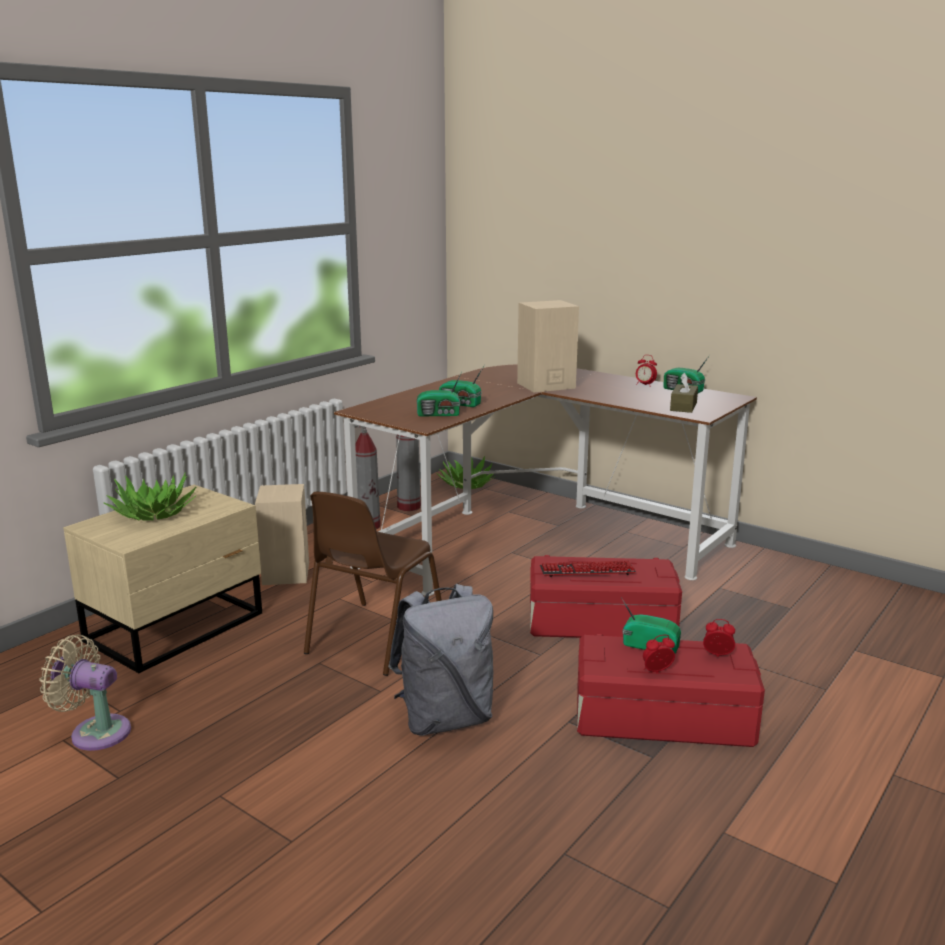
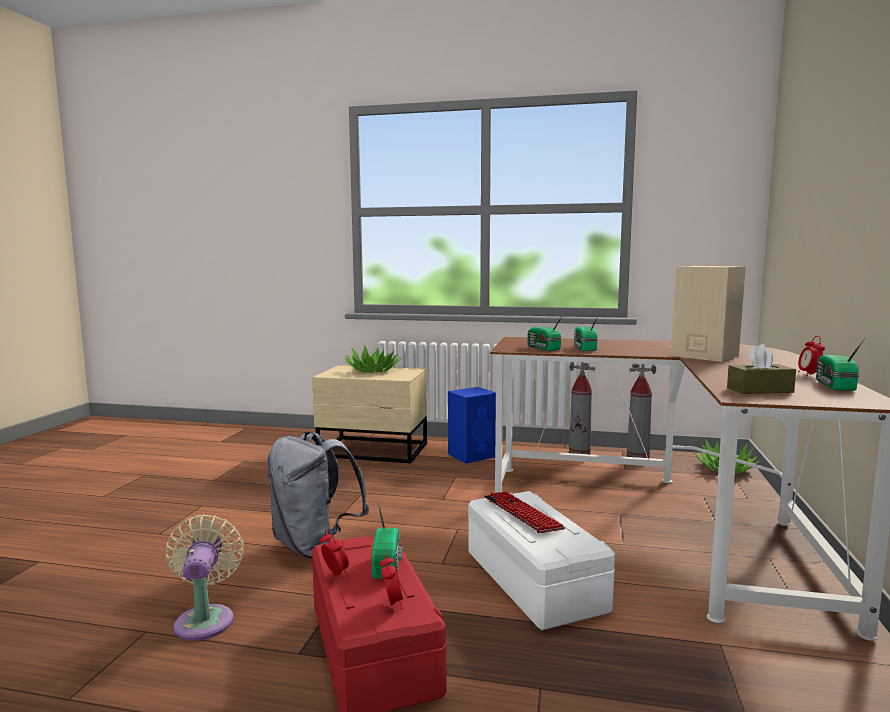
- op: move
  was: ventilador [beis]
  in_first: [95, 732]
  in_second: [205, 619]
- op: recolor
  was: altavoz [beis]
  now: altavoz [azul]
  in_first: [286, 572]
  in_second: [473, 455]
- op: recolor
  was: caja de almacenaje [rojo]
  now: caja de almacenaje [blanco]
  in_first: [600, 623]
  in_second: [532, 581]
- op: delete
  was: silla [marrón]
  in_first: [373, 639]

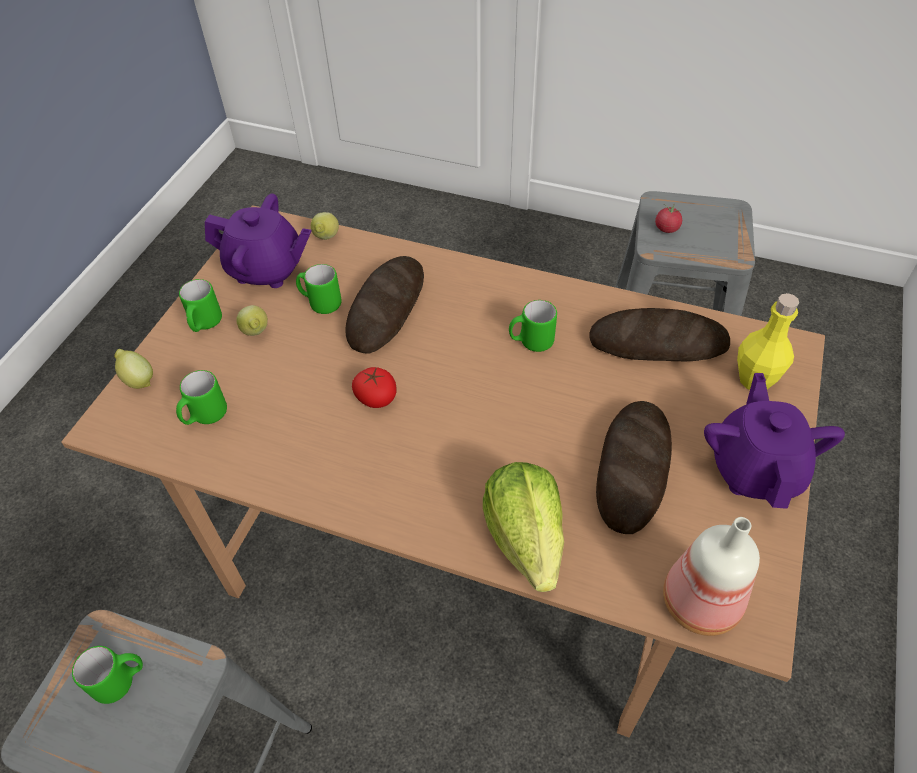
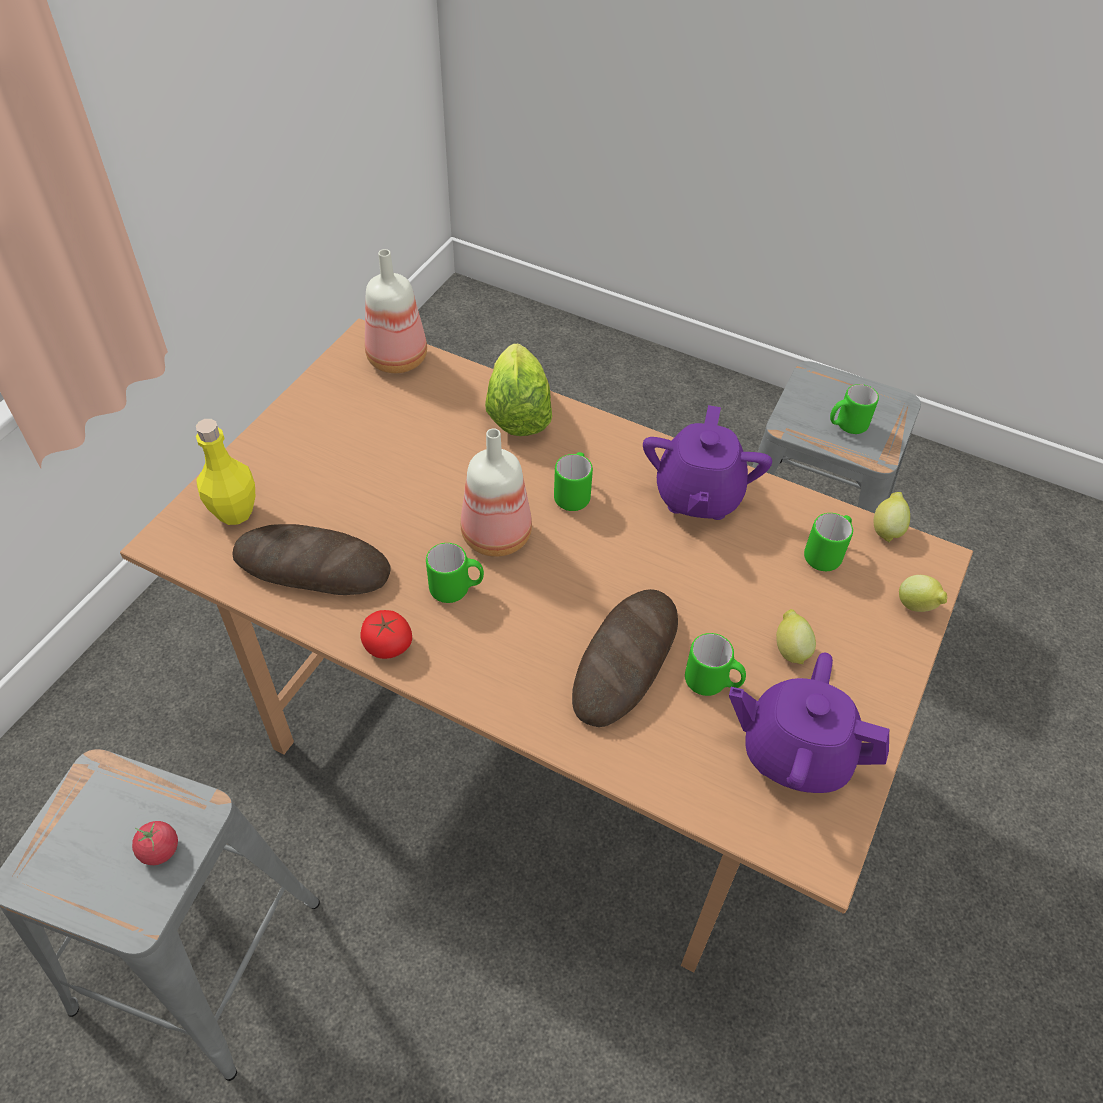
- op: move
  was: tomate
  in_first: [376, 397]
  in_second: [387, 645]
- op: insert
  now: botella
  in_second: [495, 534]
- op: move
  was: taza grande [verde]
  in_first: [204, 324]
  in_second: [573, 494]
- op: move
  was: tetera [morado]
  in_first: [755, 469]
  in_second: [698, 496]
- op: move
  was: limón
  in_first: [326, 238]
  in_second: [886, 529]
- op: delete
  was: pan
  in_first: [632, 469]

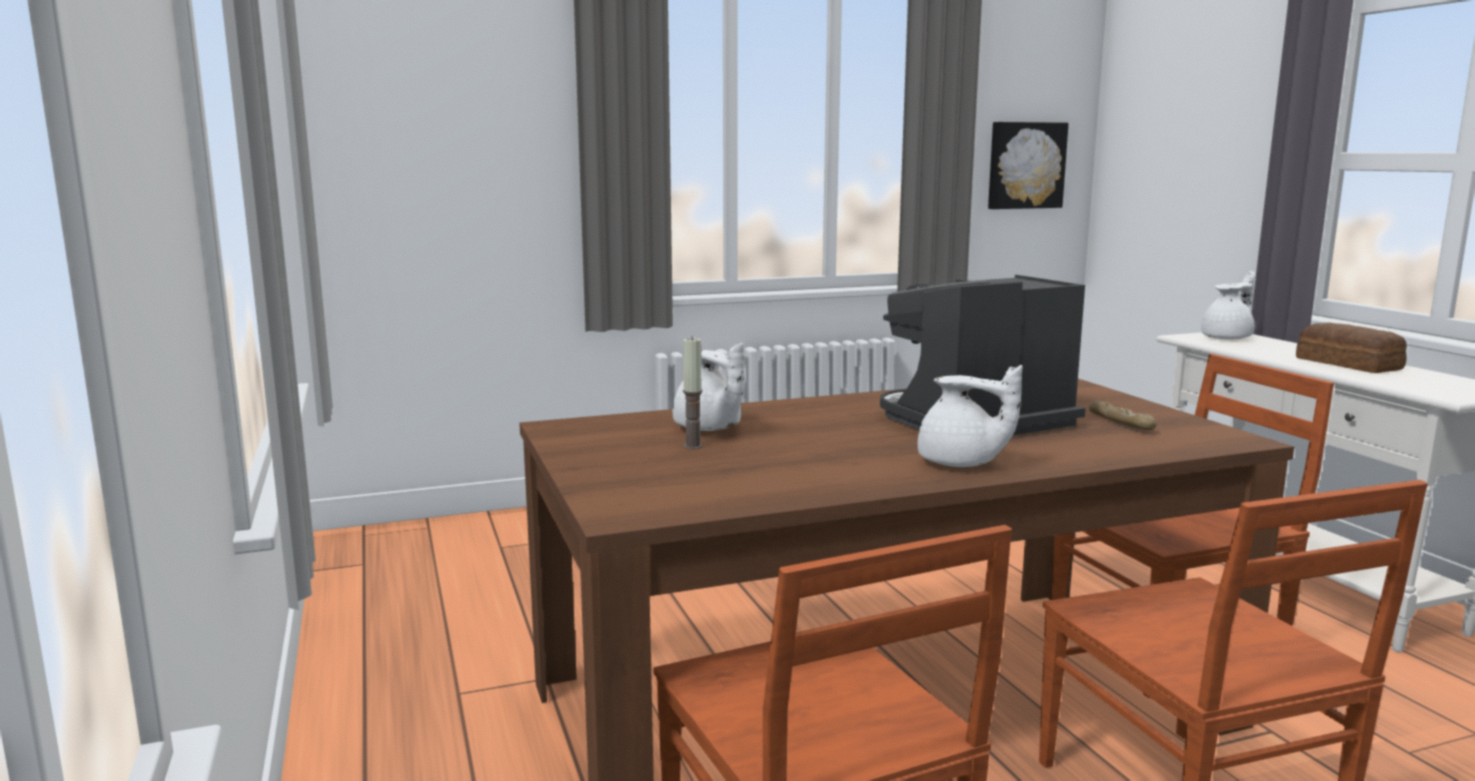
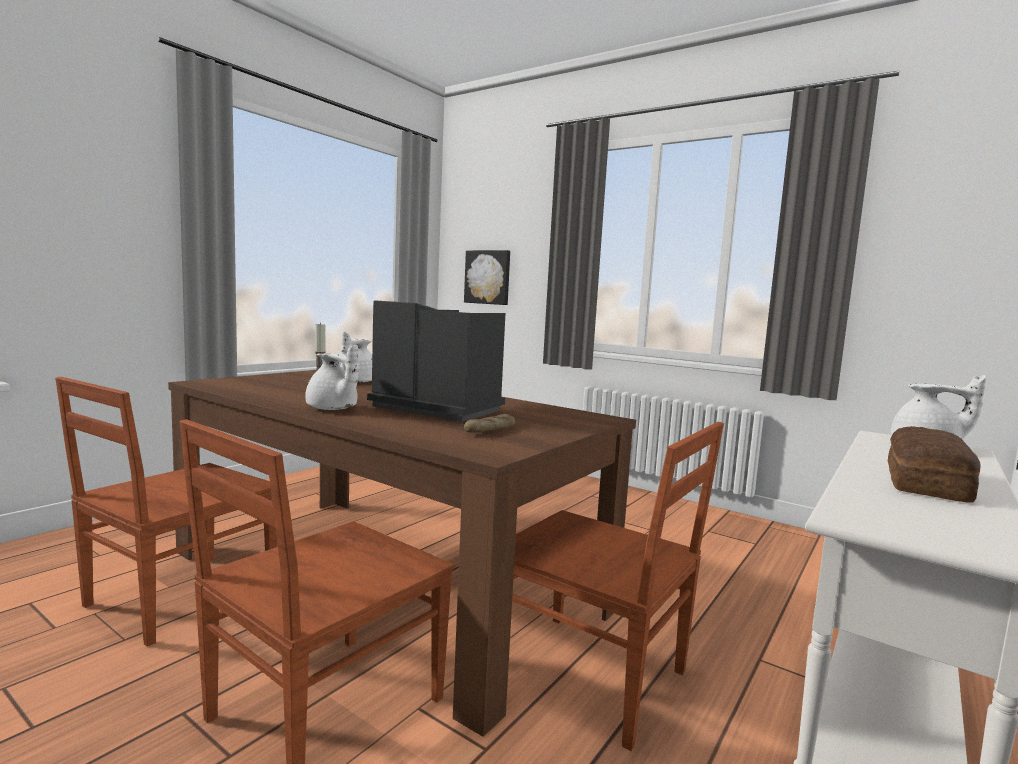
- op: rotate
  was: tetera [blanco]
  in_first: [960, 463]
  in_second: [333, 409]
  clockwise: -45
- op: move
  was: cuadro
  in_first: [1025, 165]
  in_second: [488, 277]

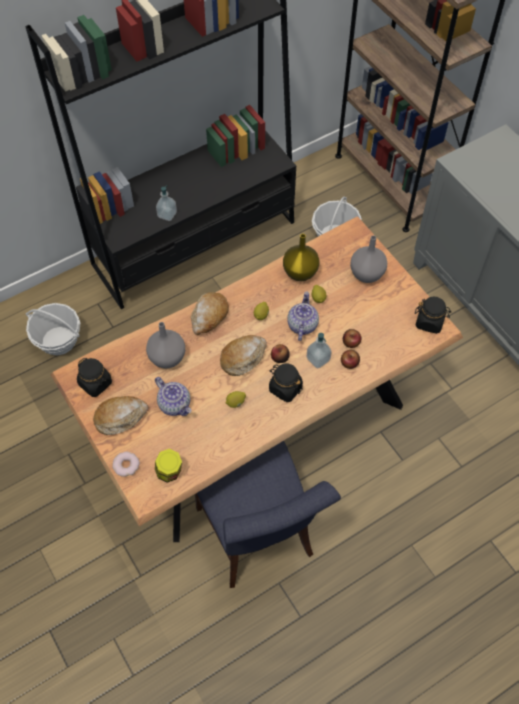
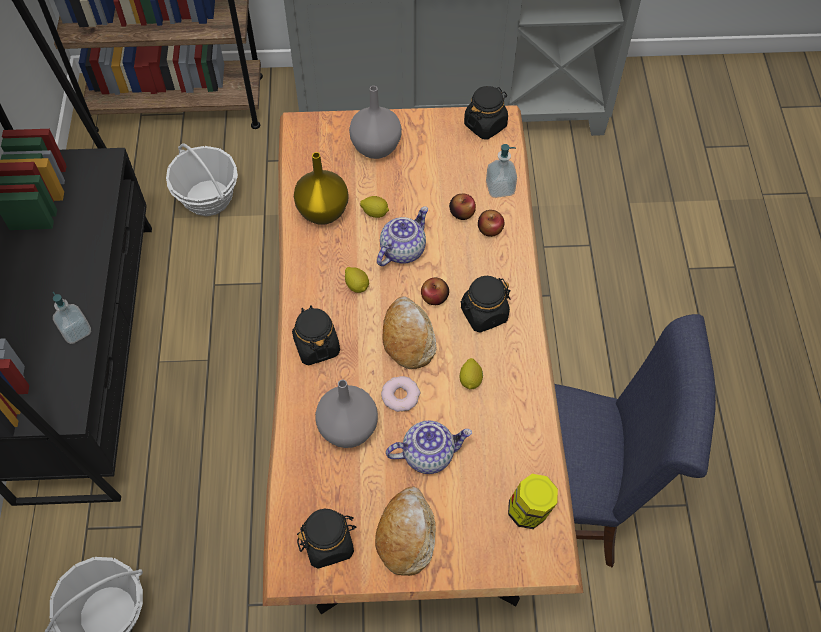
- op: replace
  was: pan
  now: tarro [negro]
  in_first: [209, 316]
  in_second: [316, 346]
- op: rotate
  was: tetera
  in_first: [302, 325]
  in_second: [402, 249]
  clockwise: 90
- op: move
  was: rosquilla
  in_first: [126, 465]
  in_second: [400, 396]
- op: move
  was: dispensador de jabón
  in_first: [318, 359]
  in_second: [500, 188]

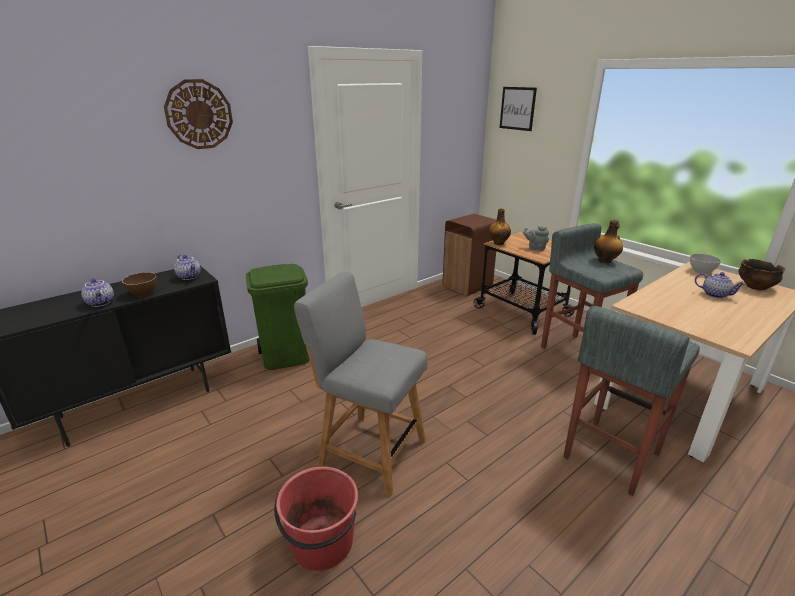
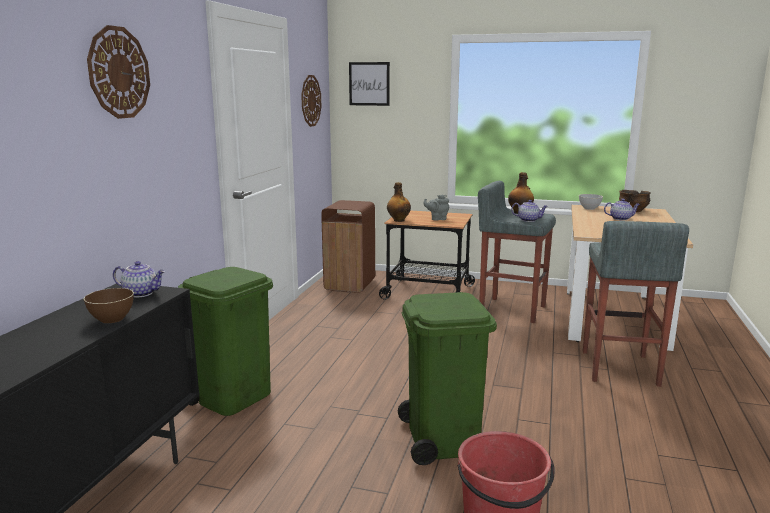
- op: insert
  now: reloj de pared
  in_second: [310, 100]
- op: replace
  was: silla [gris]
  now: papelera [verde]
  in_first: [368, 451]
  in_second: [442, 439]
- op: move
  was: tetera
  in_first: [101, 302]
  in_second: [528, 220]

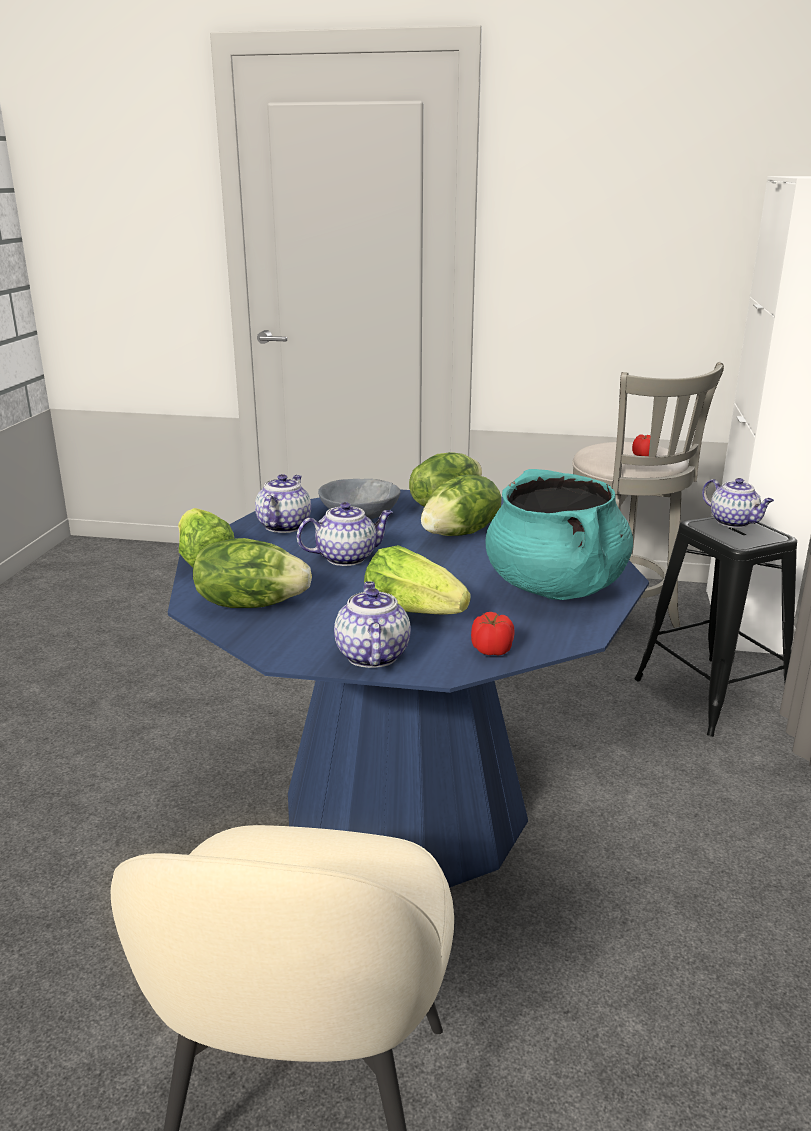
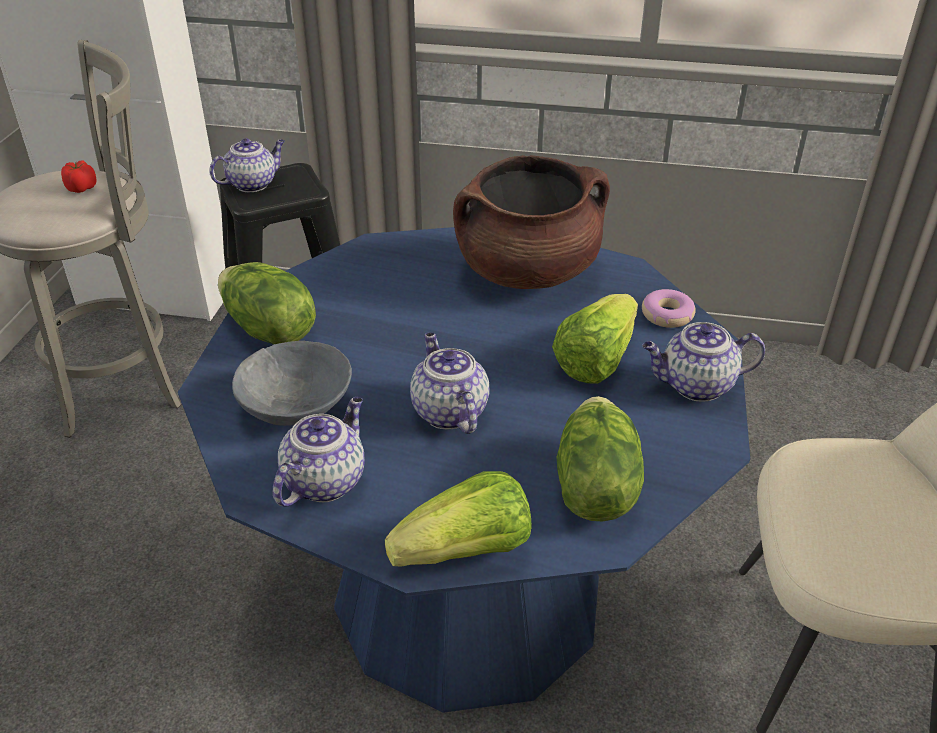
- op: rotate
  was: tetera
  in_first: [284, 526]
  in_second: [325, 480]
  clockwise: 105
- op: recolor
  was: olla [turquesa]
  now: olla [marrón]
  in_first: [555, 588]
  in_second: [527, 271]
- op: replace
  was: tomate
  now: rosquilla
  in_first: [491, 650]
  in_second: [667, 315]
- op: delete
  was: lechuga
  in_first: [461, 533]

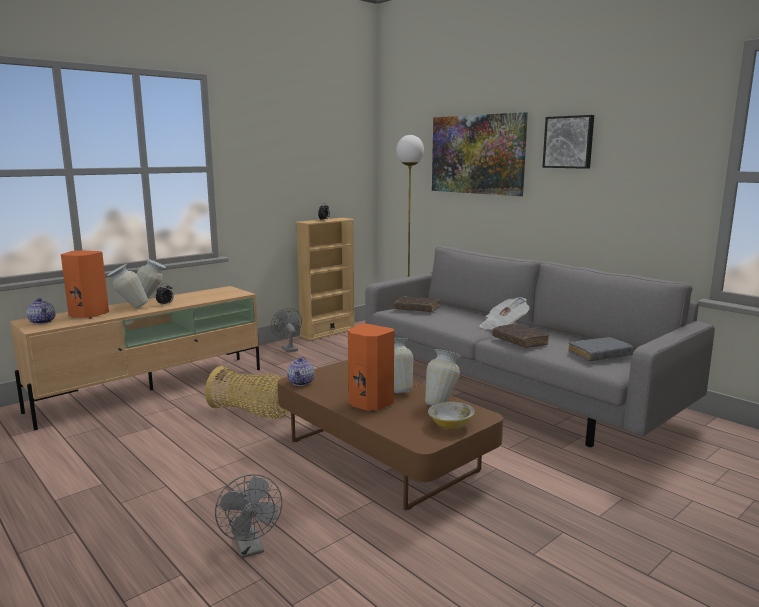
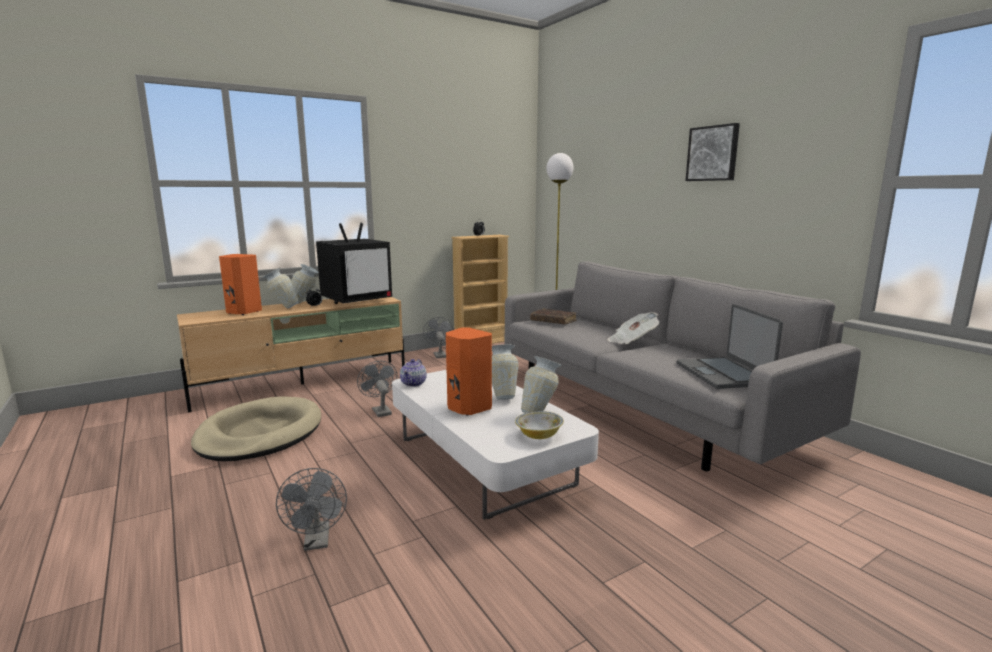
- op: insert
  now: cama para perro [beis]
  in_second: [260, 434]
- op: insert
  now: televisor
  in_second: [357, 300]
- op: replace
  was: cesta
  now: ventilador [gris]
  in_first: [252, 413]
  in_second: [380, 411]
- op: recolor
  was: mesa de centro [marrón]
  now: mesa de centro [blanco]
  in_first: [382, 455]
  in_second: [484, 461]
- op: replace
  was: libro [gris]
  now: portátil
  in_first: [599, 355]
  in_second: [723, 374]
- op: delete
  was: tetera
  in_first: [42, 321]
- op: delete
  was: cuadro
  in_first: [477, 154]
- op: delete
  was: libro [marrón]
  in_first: [519, 341]

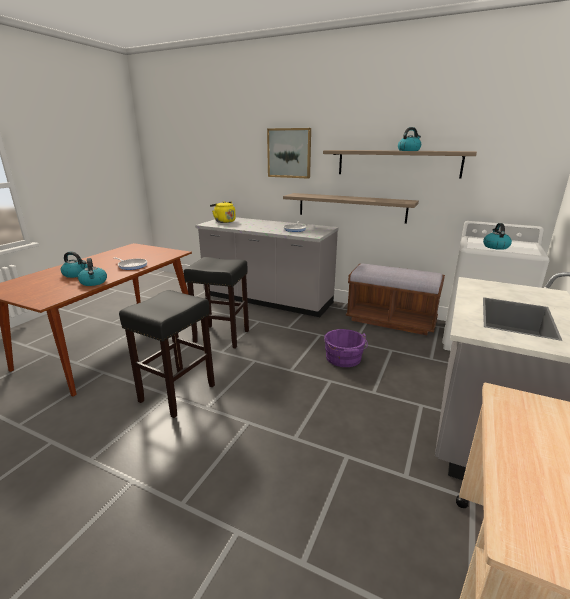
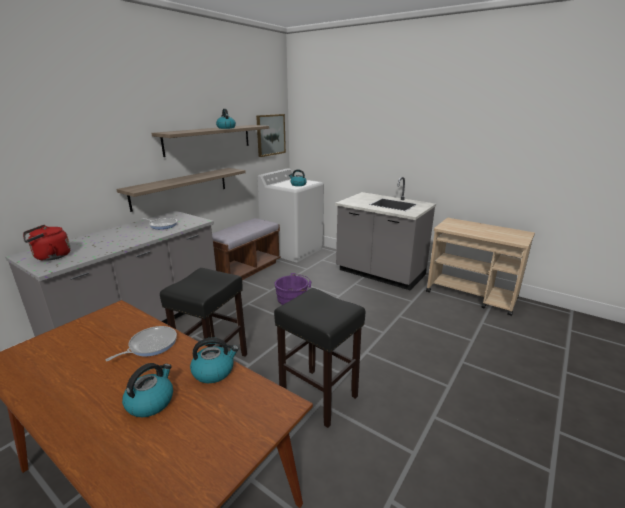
- op: recolor
  was: hervidor [amarillo]
  now: hervidor [rojo]
  in_first: [224, 221]
  in_second: [50, 257]
- op: move
  was: cuadro
  in_first: [289, 153]
  in_second: [270, 135]

